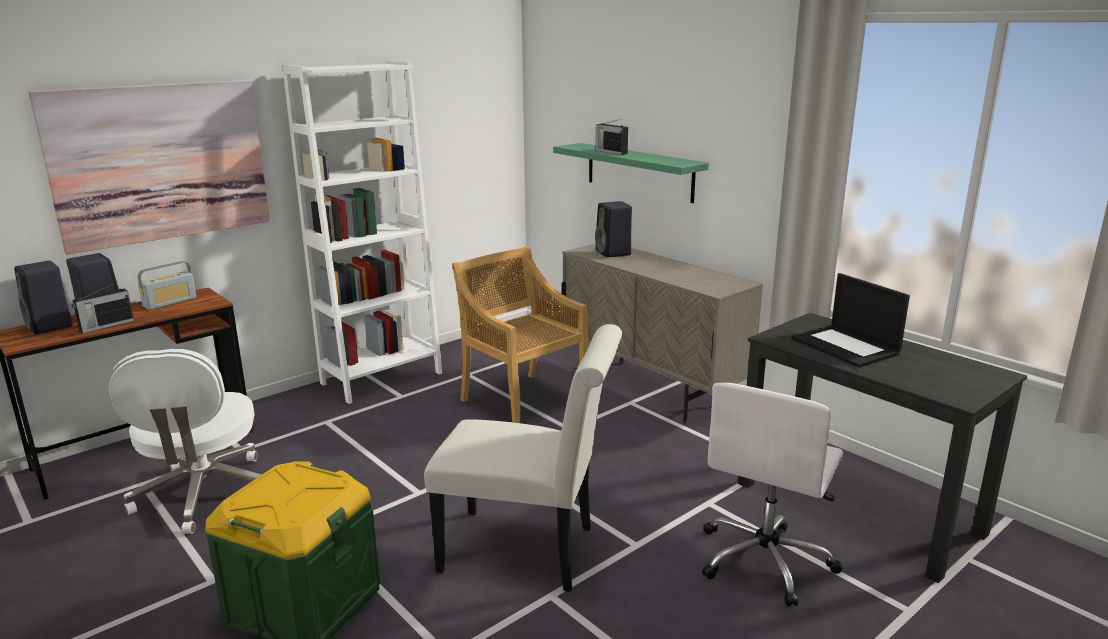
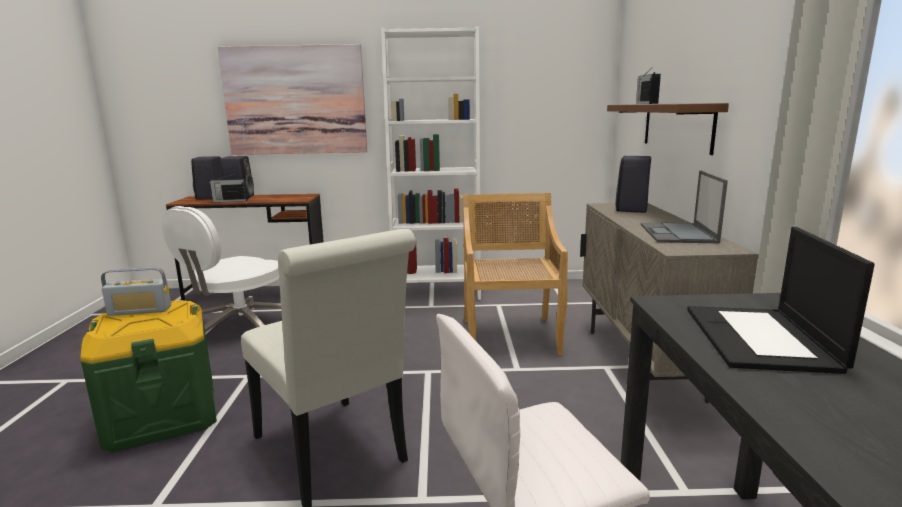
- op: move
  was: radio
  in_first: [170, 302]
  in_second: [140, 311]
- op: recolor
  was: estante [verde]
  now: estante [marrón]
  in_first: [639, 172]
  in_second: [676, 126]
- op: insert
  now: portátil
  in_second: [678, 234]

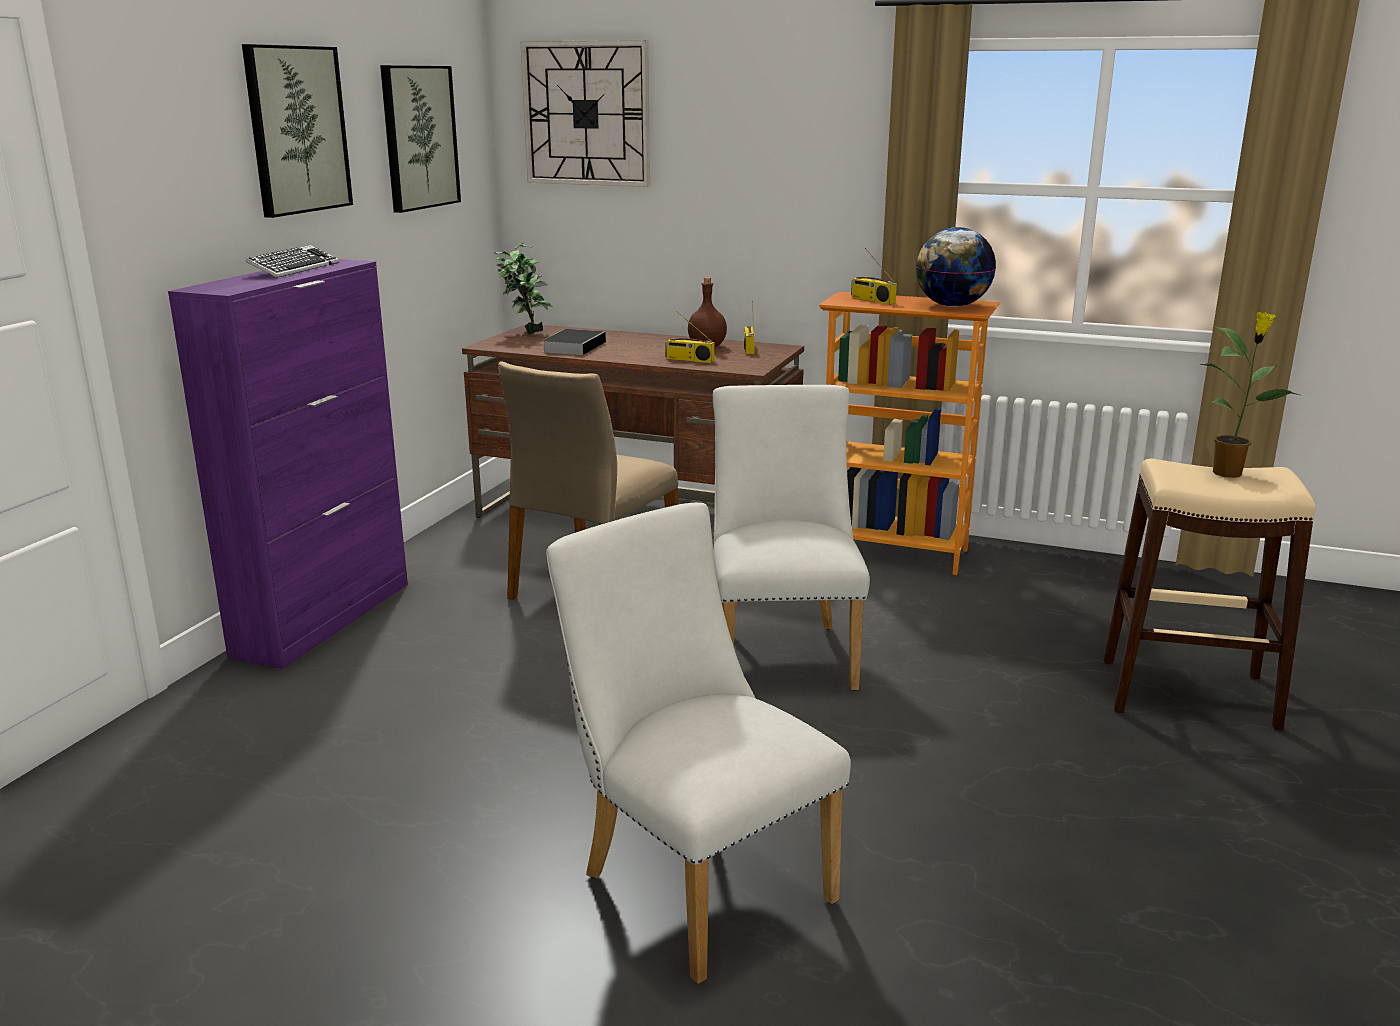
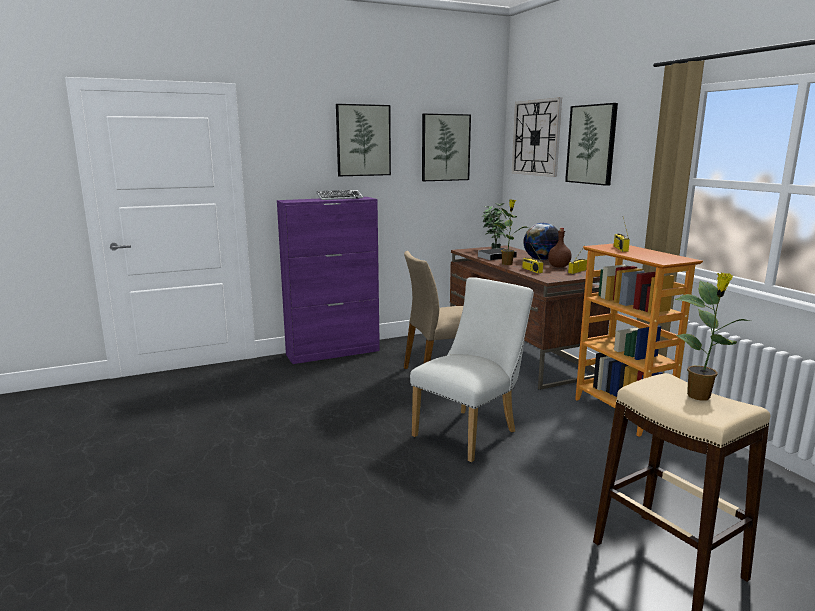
- op: insert
  now: planta en maceta
  in_second: [507, 263]
- op: move
  was: globo terráqueo
  in_first: [952, 306]
  in_second: [541, 259]
- op: insert
  now: cuadro
  in_second: [592, 144]
- op: delete
  was: silla [blanco]
  in_first: [695, 880]

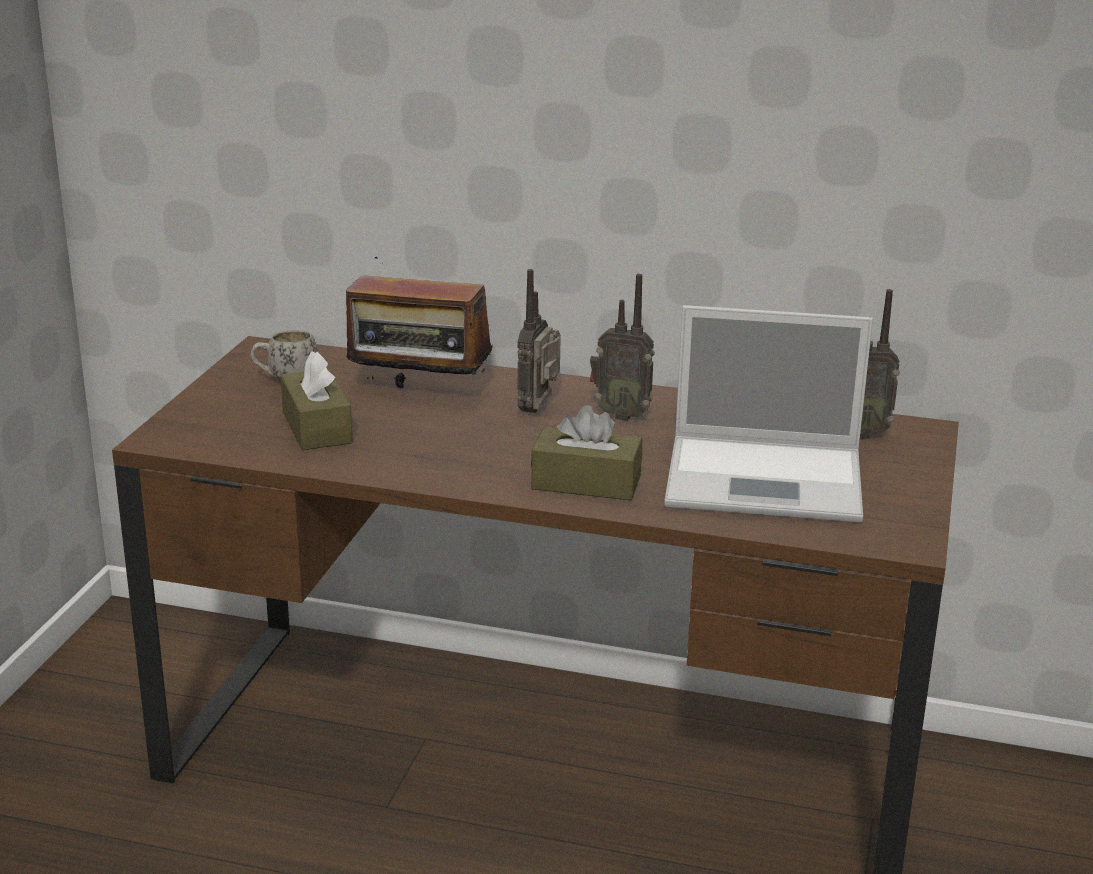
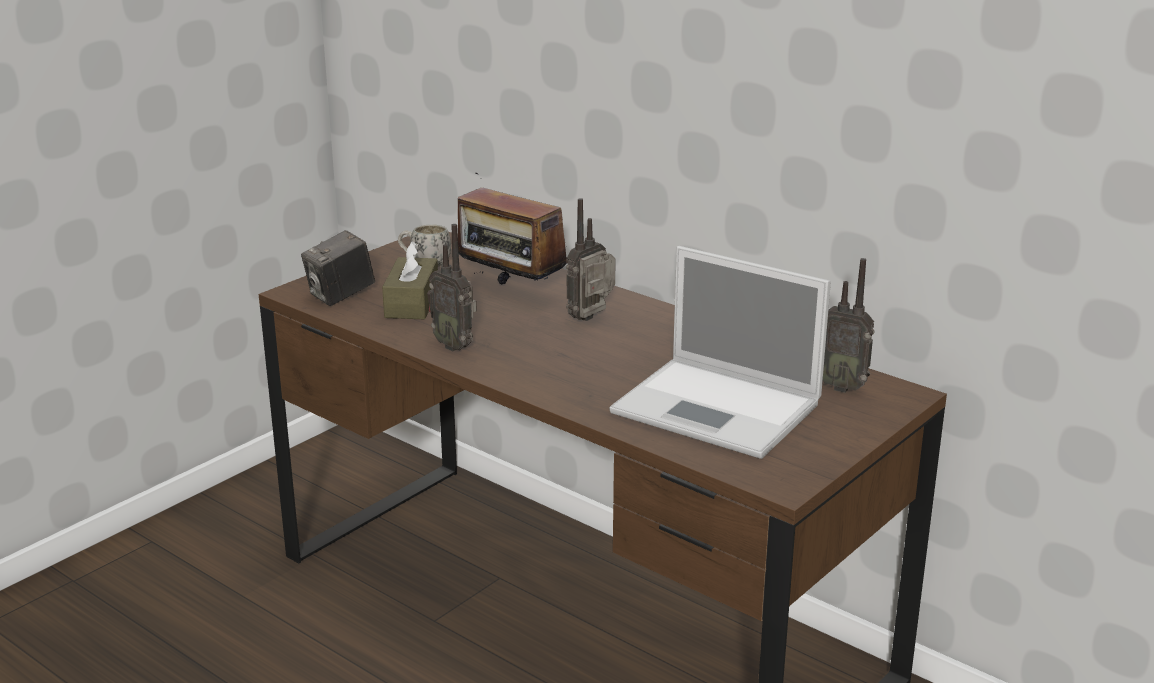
- op: insert
  now: cámara
  in_second: [340, 296]
- op: move
  was: radio
  in_first: [621, 414]
  in_second: [455, 345]
- op: delete
  was: caja de pañuelos [marrón]
  in_first: [586, 483]

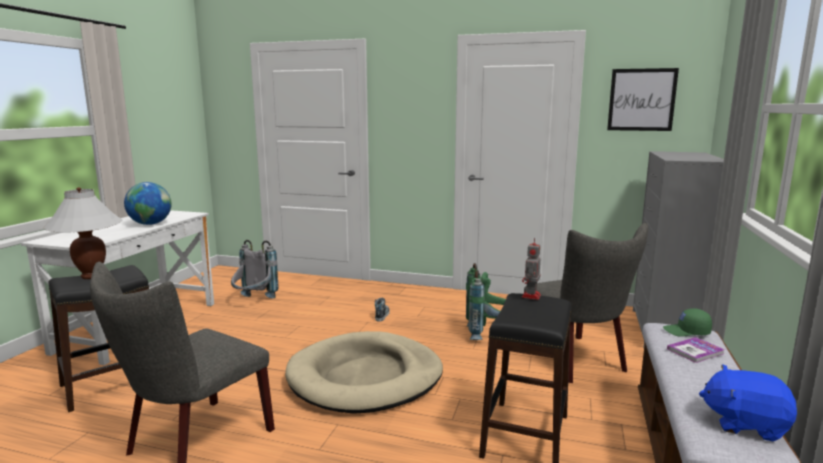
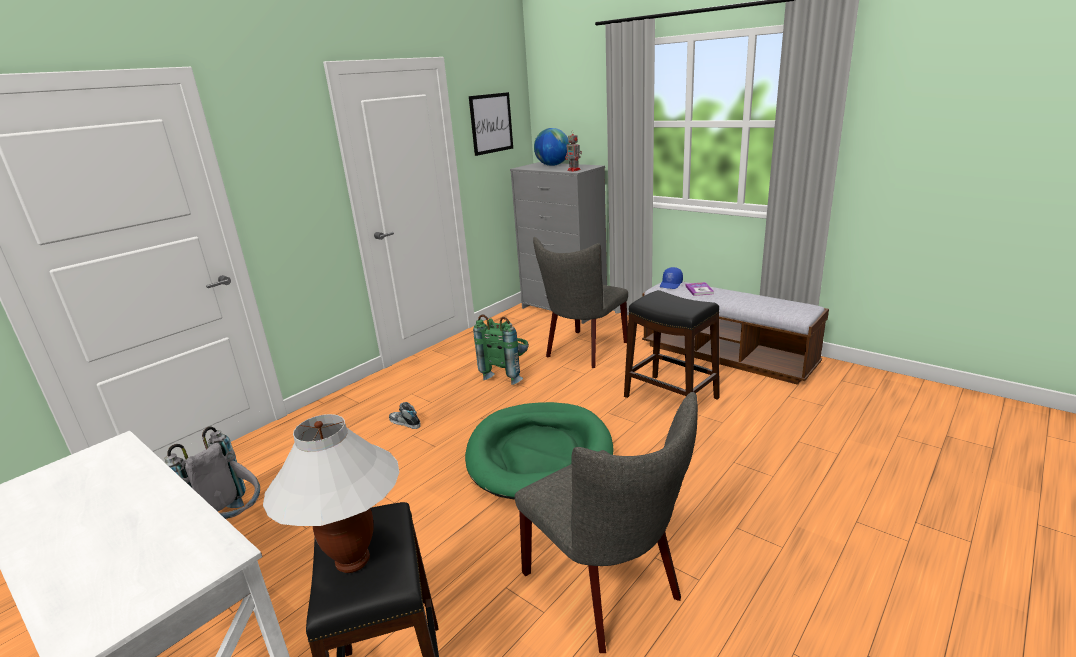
- op: recolor
  was: cama para perro [beis]
  now: cama para perro [verde]
  in_first: [365, 377]
  in_second: [539, 455]
- op: rotate
  was: silla [gris]
  in_first: [577, 361]
  in_second: [583, 351]
  clockwise: 120
- op: move
  was: globo terráqueo
  in_first: [150, 224]
  in_second: [552, 165]
- op: move
  was: robot de juguete
  in_first: [531, 296]
  in_second: [574, 170]
- op: recolor
  was: gorra [verde]
  now: gorra [azul]
  in_first: [687, 332]
  in_second: [671, 284]
- op: delete
  was: peluche [azul]
  in_first: [744, 423]

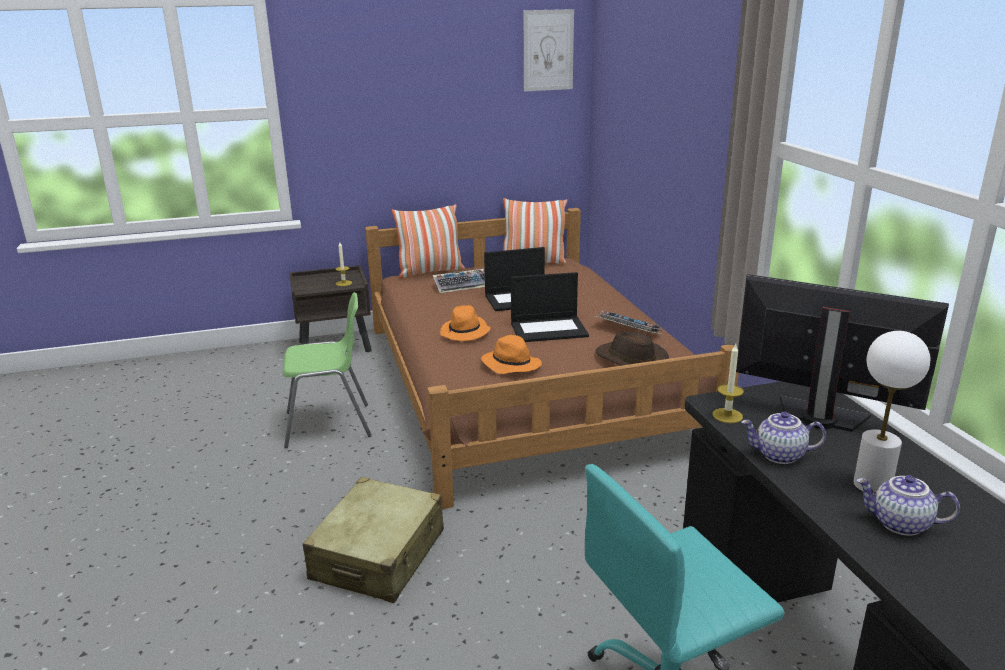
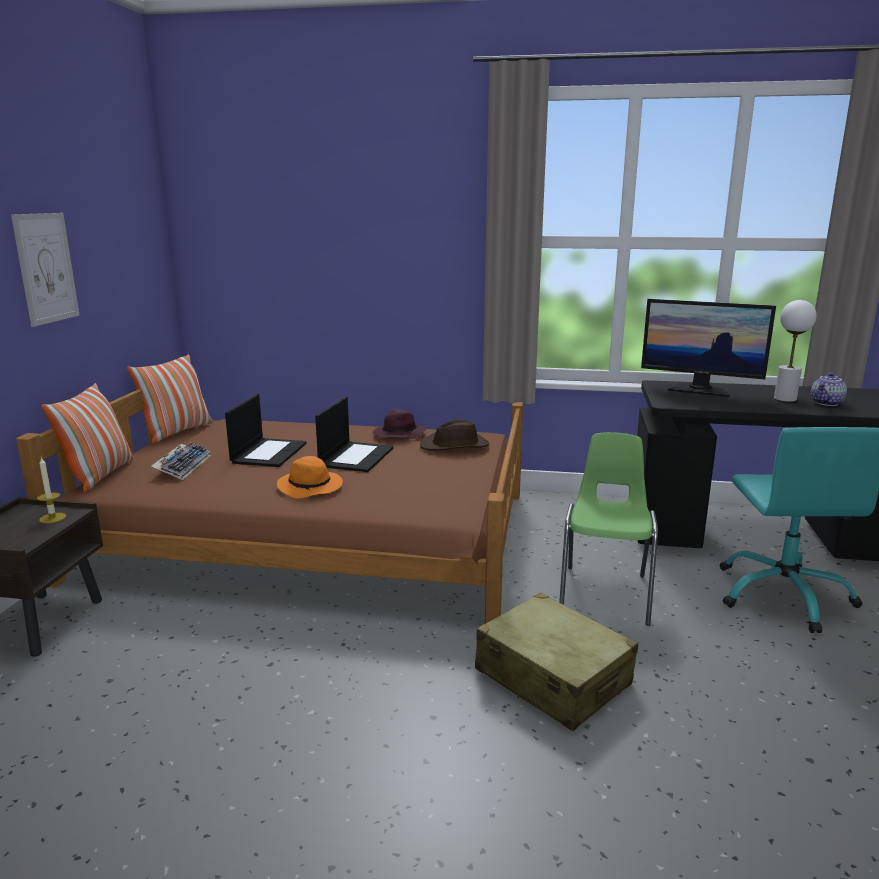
- op: move
  was: cuadro
  in_first: [548, 50]
  in_second: [46, 268]
- op: replace
  was: teclado
  now: sombrero [morado]
  in_first: [626, 330]
  in_second: [398, 435]
- op: move
  was: silla [verde]
  in_first: [329, 425]
  in_second: [605, 594]
- op: rotate
  was: monitor
  in_first: [820, 417]
  in_second: [699, 390]
  clockwise: -120
- op: delete
  was: sombrero [naranja]
  in_first: [510, 365]
- op: delete
  was: vela
  in_first: [727, 415]
- op: delete
  was: tetera
  in_first: [779, 456]

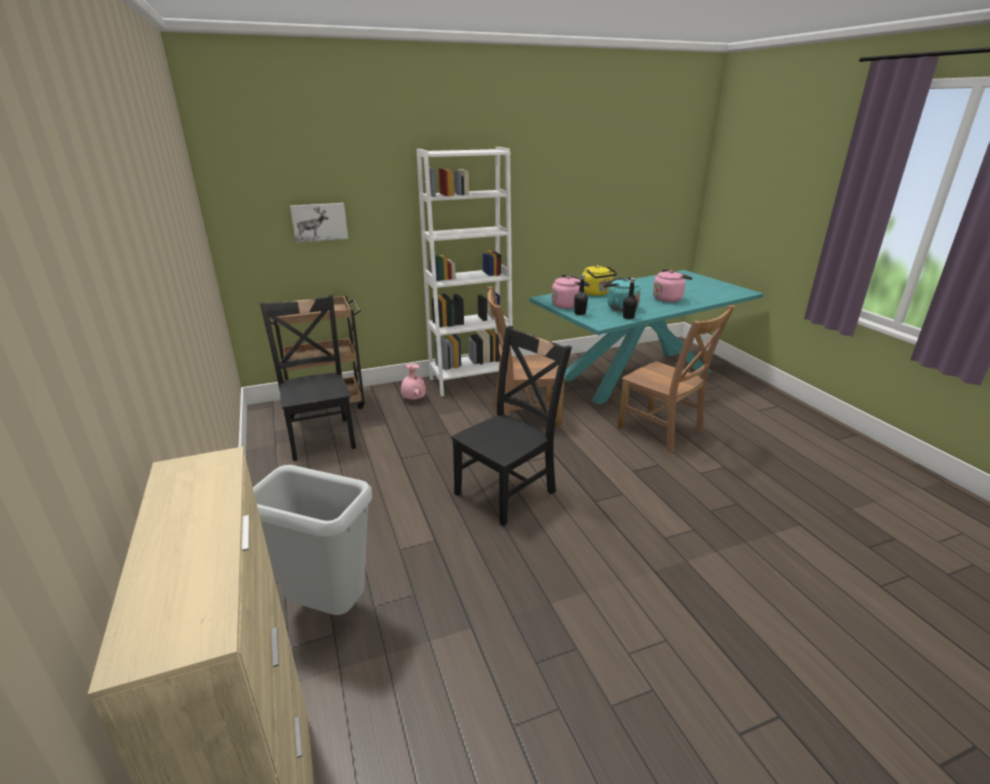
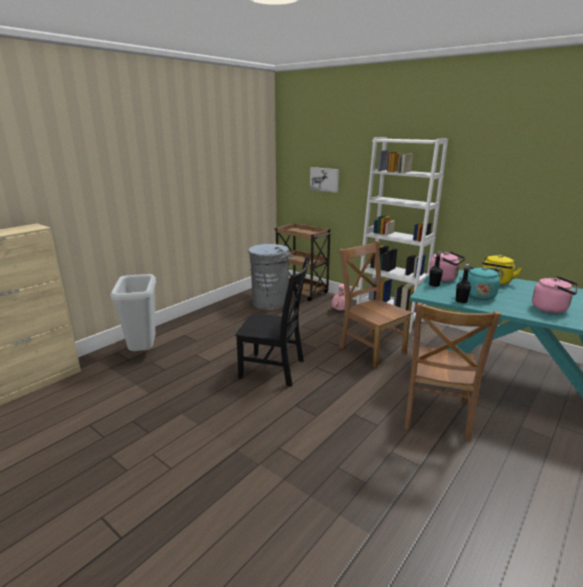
- op: replace
  was: silla [negro]
  now: papelera [gris]
  in_first: [321, 436]
  in_second: [270, 302]

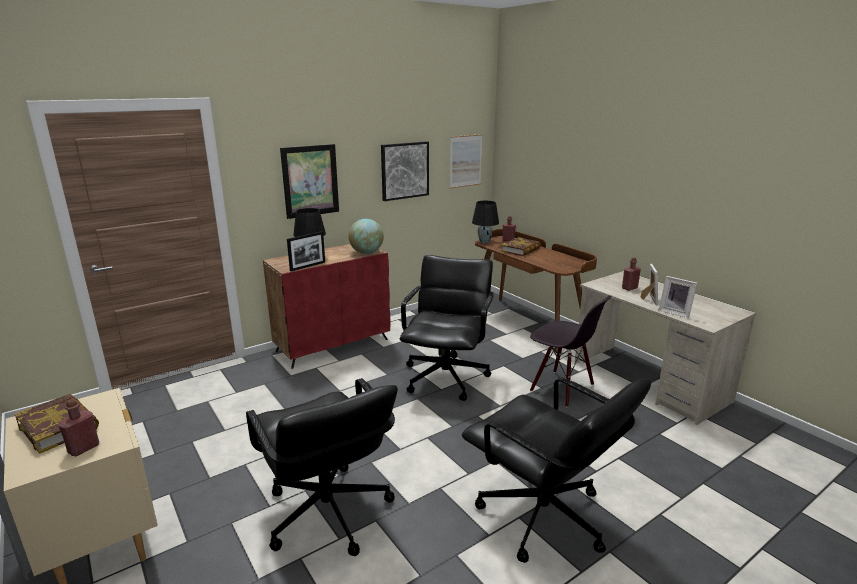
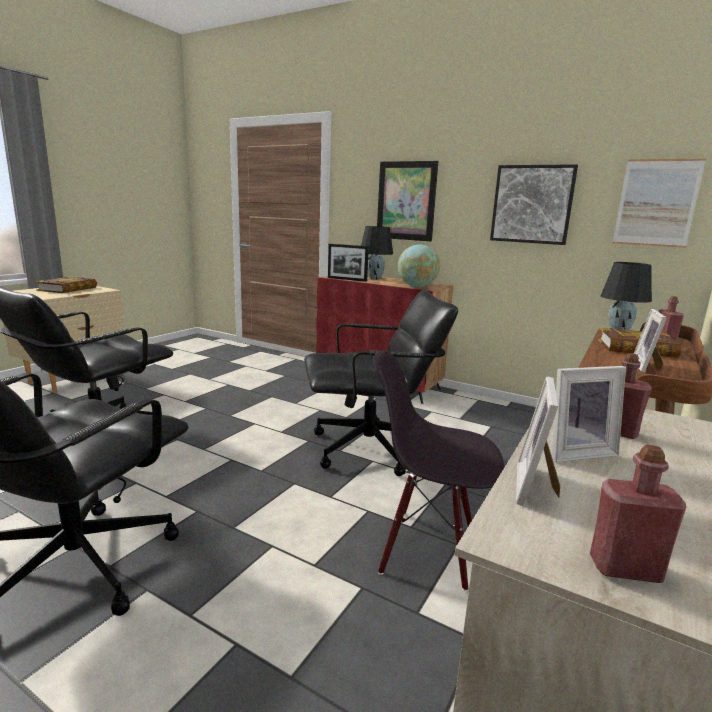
- op: rotate
  was: silla [negro]
  in_first: [561, 388]
  in_second: [428, 548]
  clockwise: 90
- op: move
  was: botella [rojo]
  in_first: [84, 448]
  in_second: [625, 568]
- op: insert
  now: portarretratos
  in_second: [647, 367]

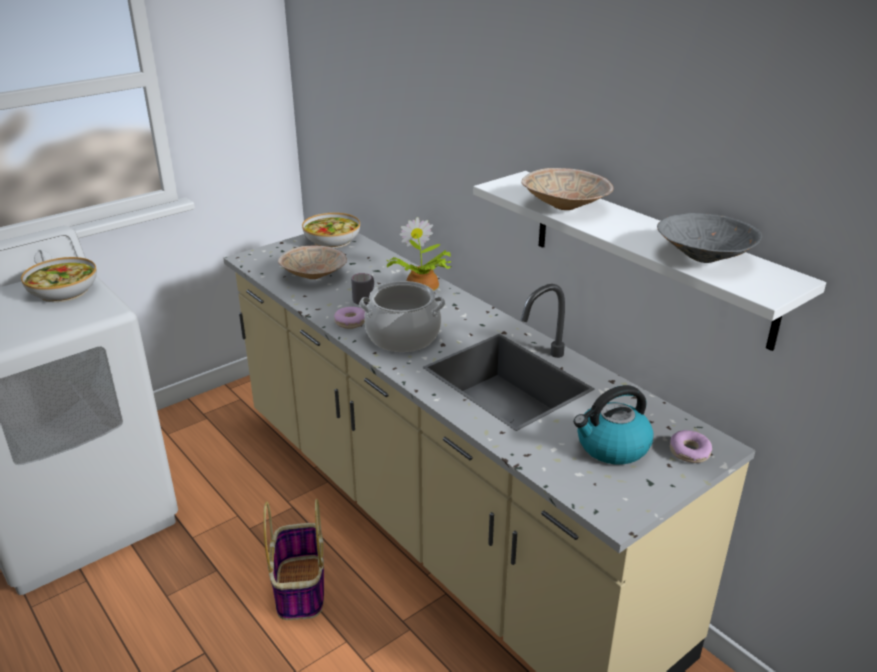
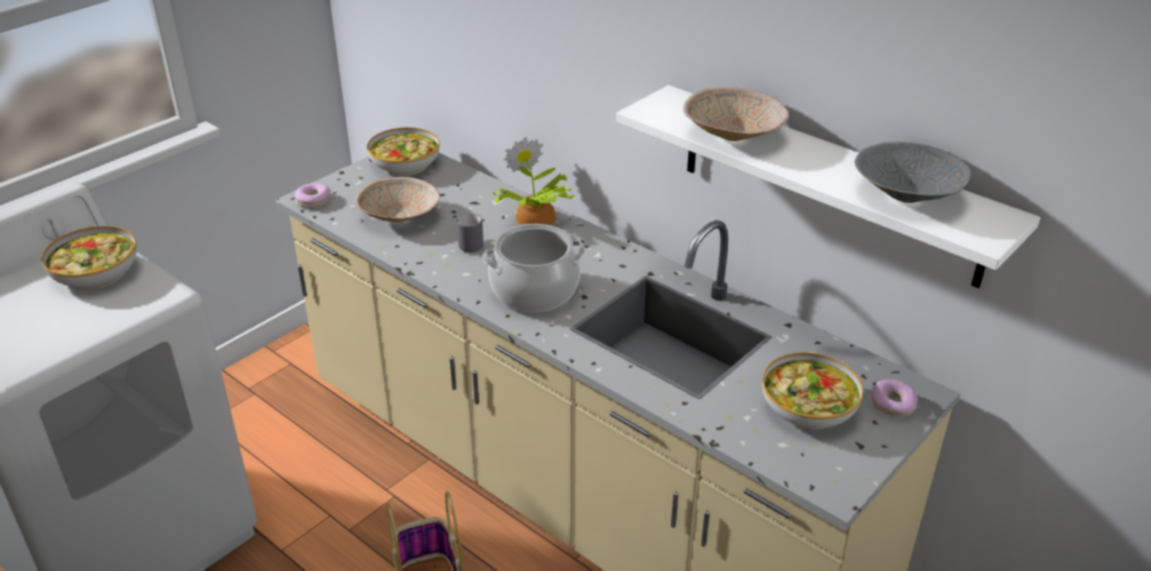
- op: move
  was: rosquilla
  in_first: [350, 322]
  in_second: [313, 200]
- op: replace
  was: hervidor
  now: cuenco
  in_first: [611, 447]
  in_second: [809, 407]

